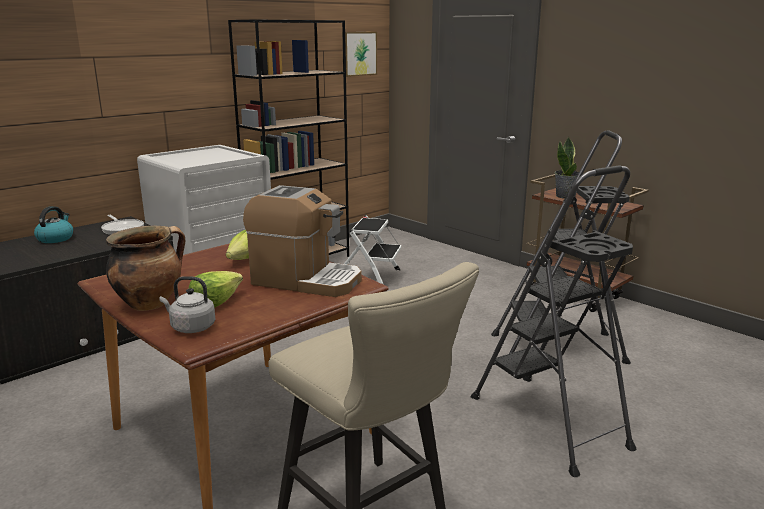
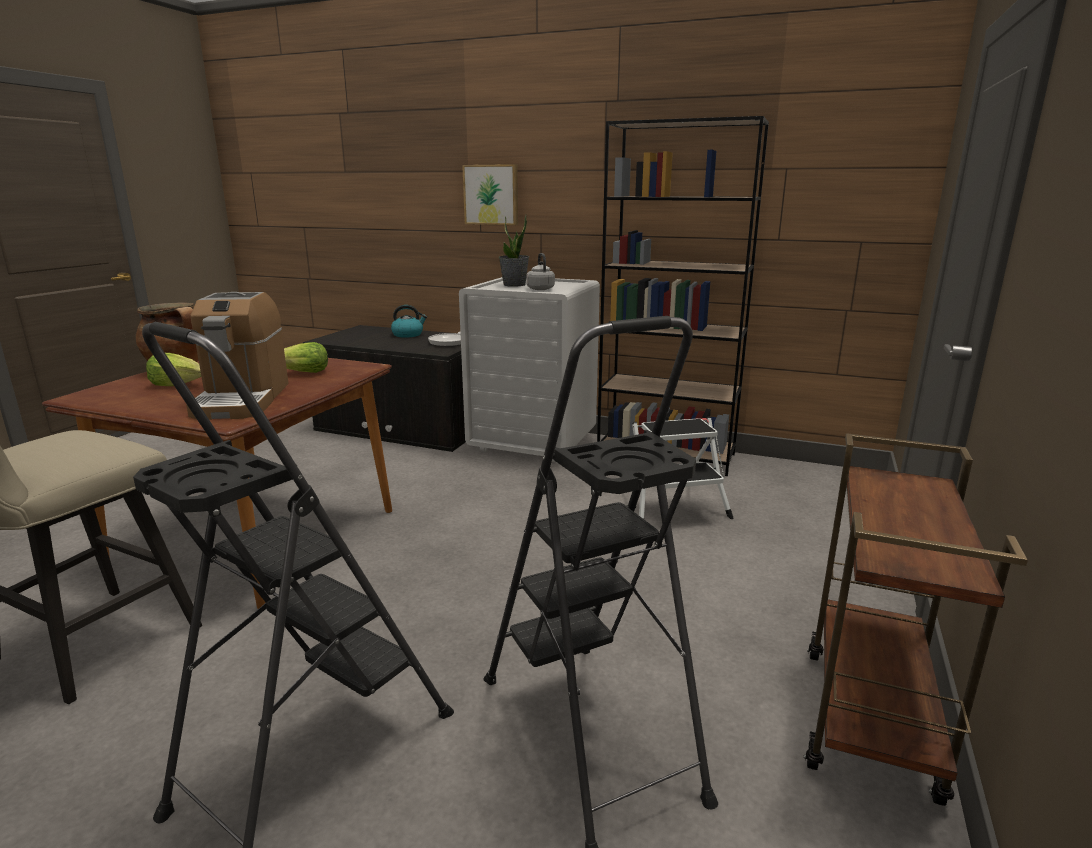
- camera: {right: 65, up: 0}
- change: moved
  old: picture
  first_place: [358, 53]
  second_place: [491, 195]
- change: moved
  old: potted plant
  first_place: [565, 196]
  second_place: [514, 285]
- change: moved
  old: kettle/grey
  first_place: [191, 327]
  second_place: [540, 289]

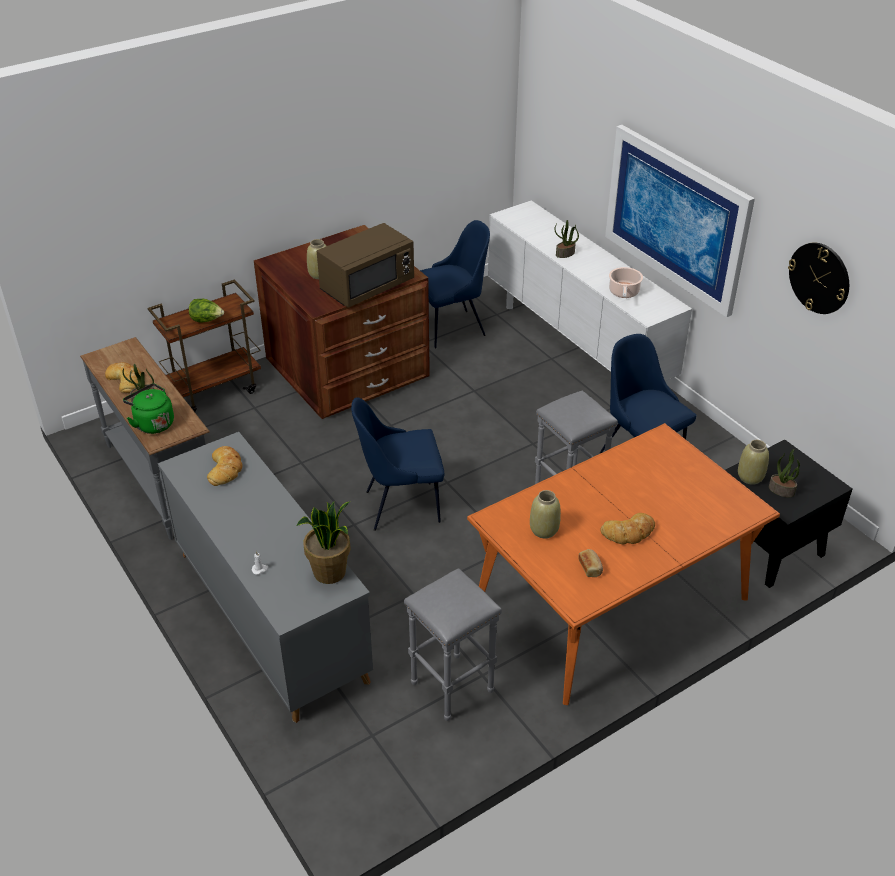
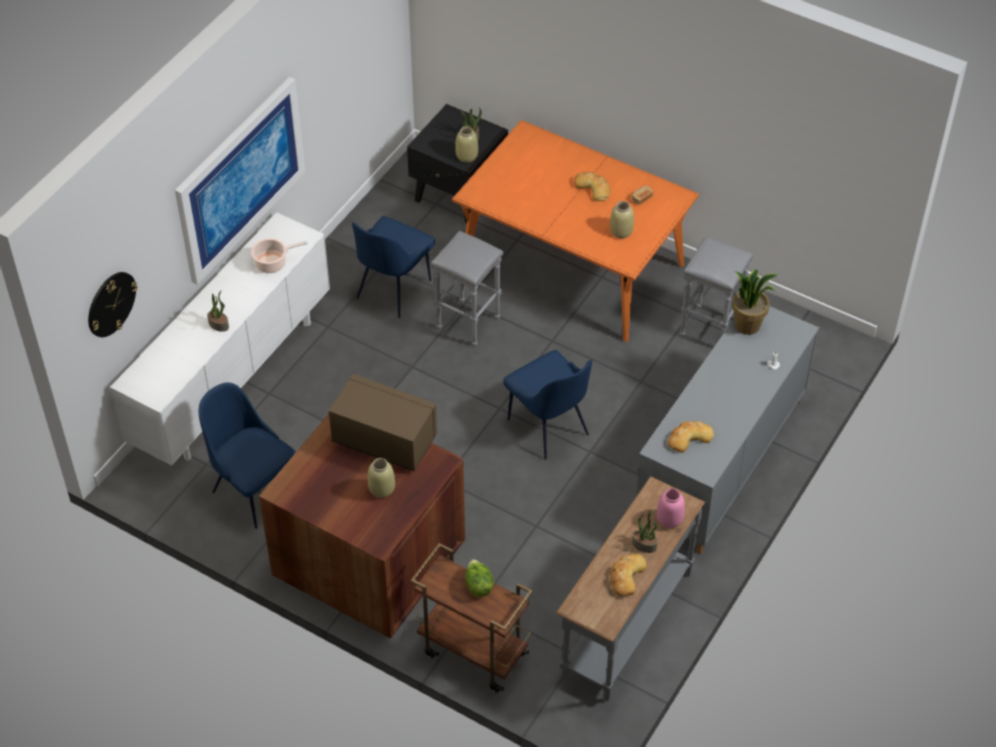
- camera: {right: -115, up: 10}
- change: moved
  old: wall clock
  first_place: [819, 278]
  second_place: [111, 304]
- change: replaced
  old: kettle/green
  new: vase/pink
  first_place: [153, 423]
  second_place: [669, 519]

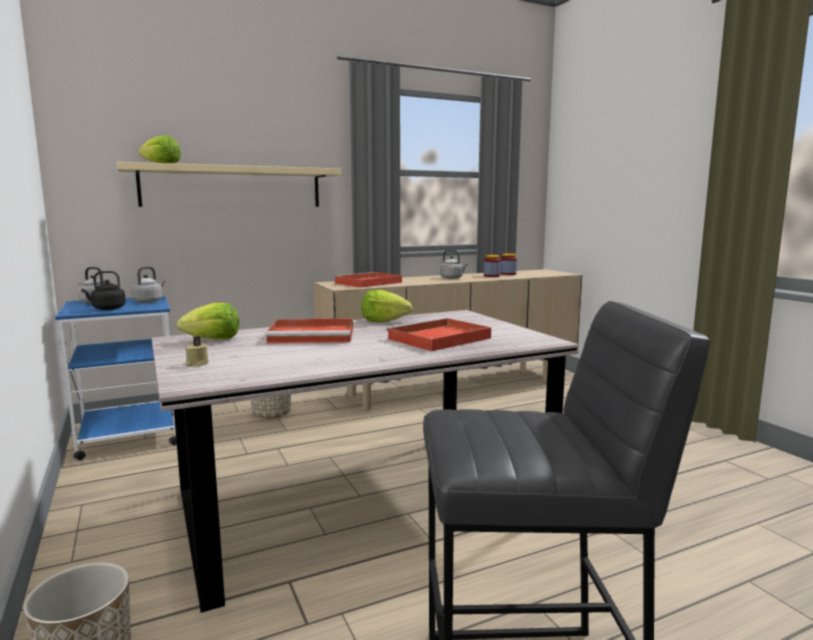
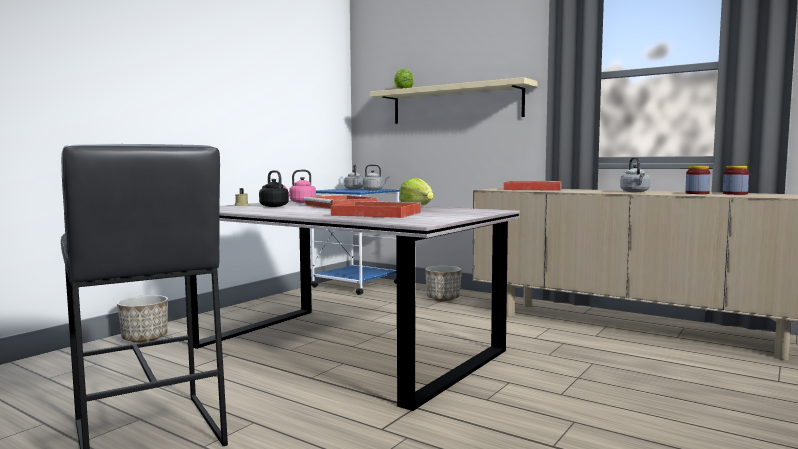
- camera: {right: 60, up: -5}
- change: moved
  old: kettle/black
  first_place: [107, 308]
  second_place: [273, 206]
- change: replaced
  old: lettuce
  new: kettle/pink
  first_place: [213, 339]
  second_place: [301, 202]

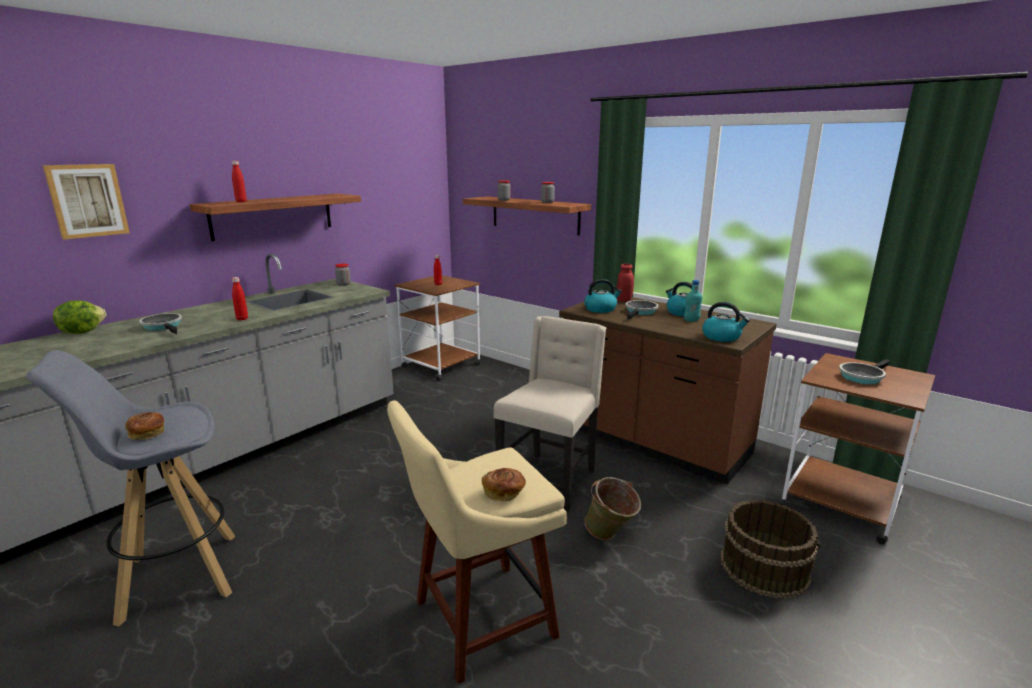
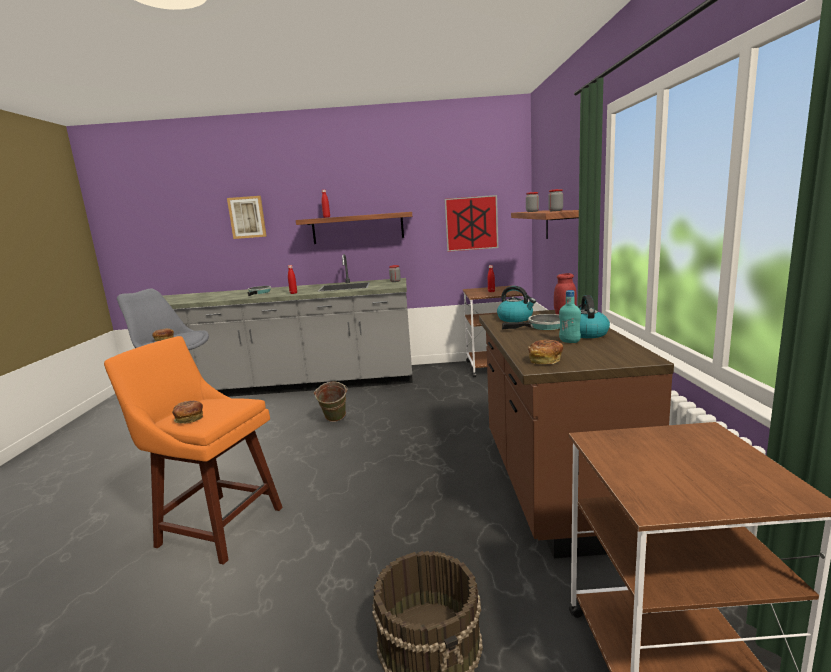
- camera: {right: 50, up: -5}
- change: recoloured
  old: stool/beige
  new: stool/orange
  first_place: [478, 620]
  second_place: [217, 525]
- change: moved
  old: bucket/green
  first_place: [610, 536]
  second_place: [334, 421]
- change: added
  new: picture
  second_place: [471, 223]
- change: replaced
  old: kettle
  new: bread
  first_place: [722, 337]
  second_place: [545, 360]
- change: removed
  old: lettuce
  first_place: [82, 332]
- change: removed
  old: chair/beige
  first_place: [549, 480]
- change: removed
  old: frying pan
  first_place: [862, 377]

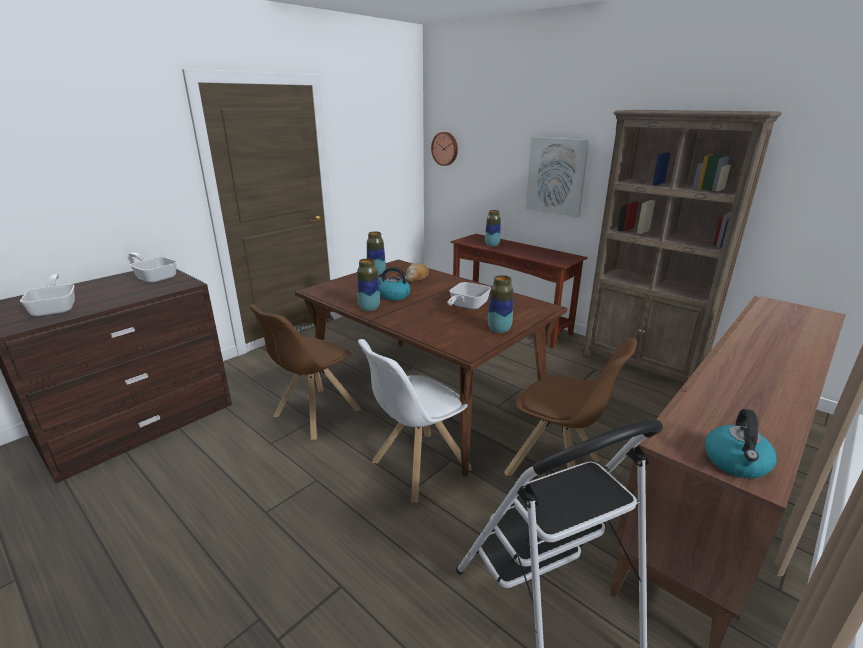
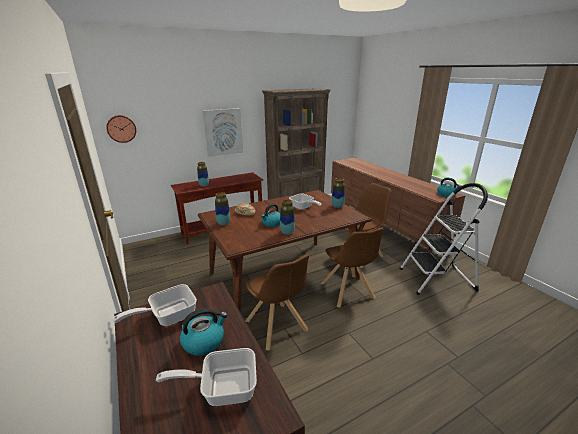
- camera: {right: -70, up: 0}
- change: added
  new: kettle
  second_place: [204, 341]
- change: recoloured
  old: chair/white
  new: chair/brown
  first_place: [417, 467]
  second_place: [348, 292]

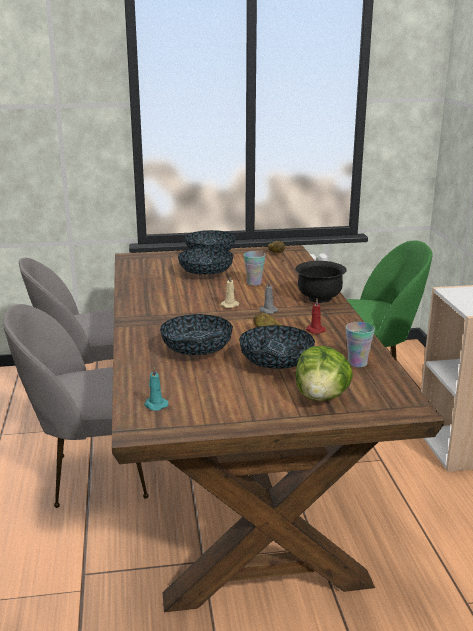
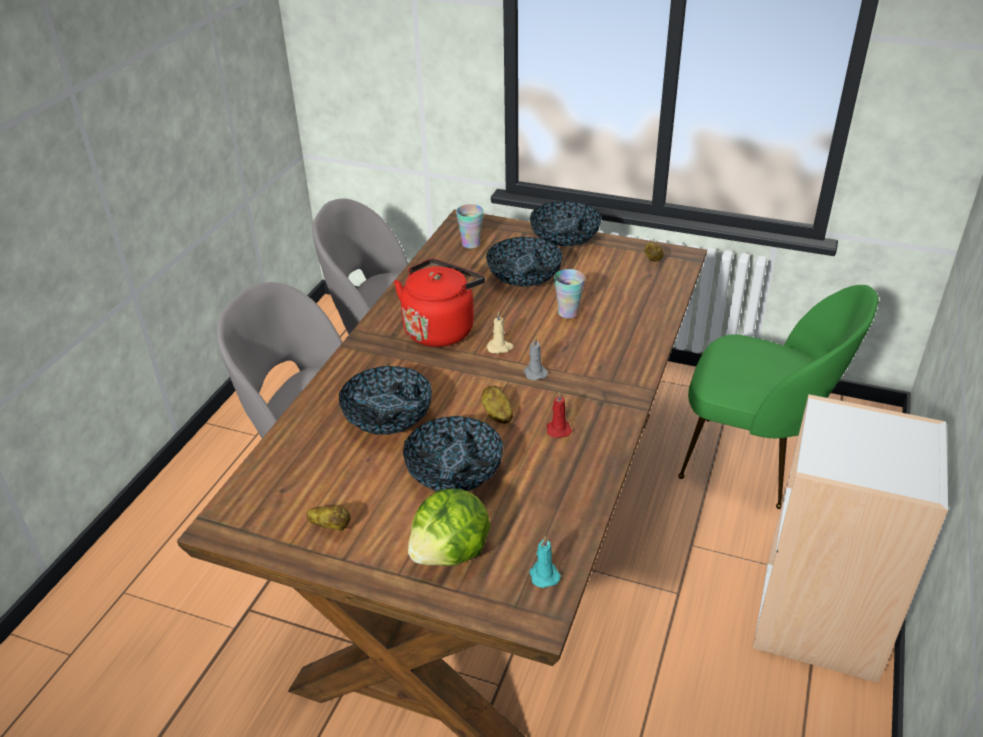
- camera: {right: 30, up: 15}
- change: added
  new: potato
  second_place: [330, 526]
- change: added
  new: kettle/red
  second_place: [441, 329]
- change: moved
  old: cup
  first_place: [357, 363]
  second_place: [471, 244]
- change: moved
  old: candle/turquoise
  first_place: [155, 405]
  second_place: [543, 574]
- change: removed
  old: bowl/black
  first_place: [319, 298]

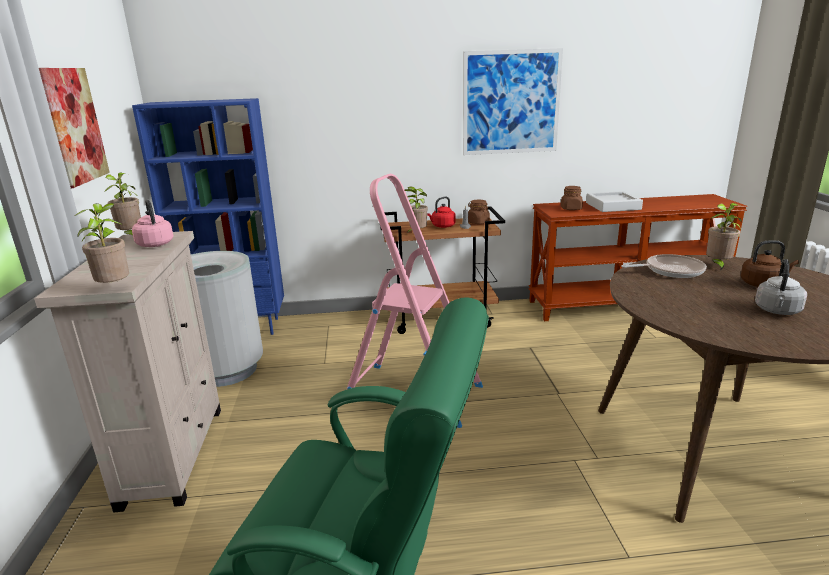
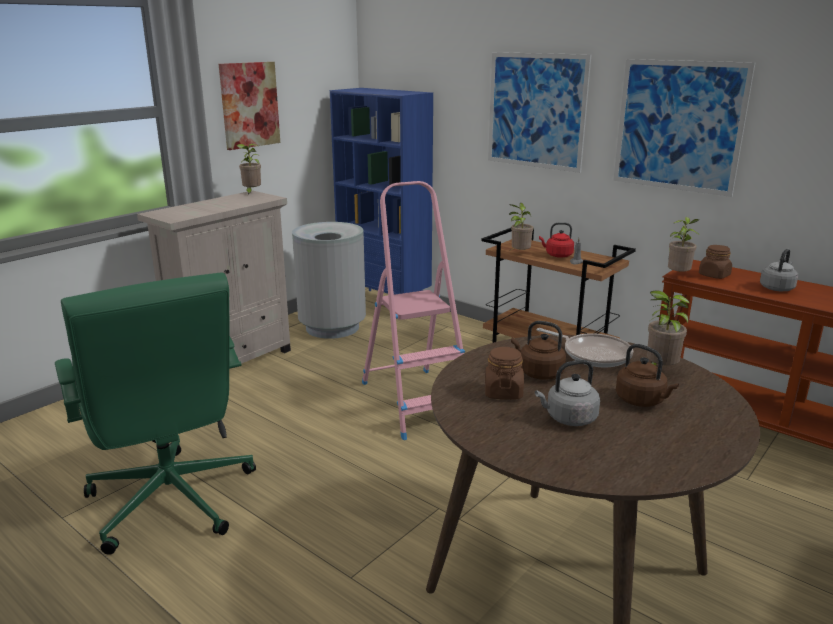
- camera: {right: 45, up: 0}
- change: moved
  old: jar/brown
  first_place: [478, 222]
  second_place: [503, 392]
- change: added
  new: picture
  second_place: [536, 111]
- change: added
  new: kettle/brown
  second_place: [538, 373]
- change: moved
  old: potted plant
  first_place: [115, 288]
  second_place: [678, 276]
- change: replaced
  old: tray/grey
  new: kettle/grey
  first_place: [612, 206]
  second_place: [777, 288]
- change: removed
  old: kettle/pink
  first_place: [155, 244]

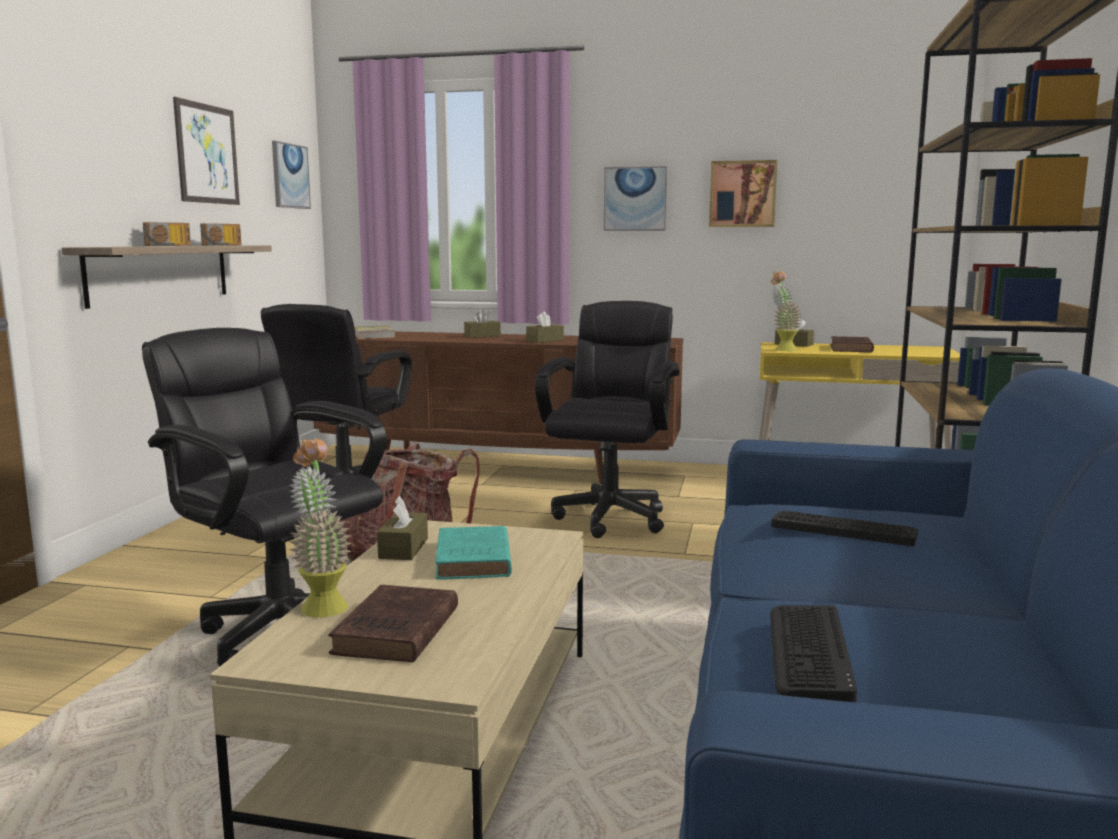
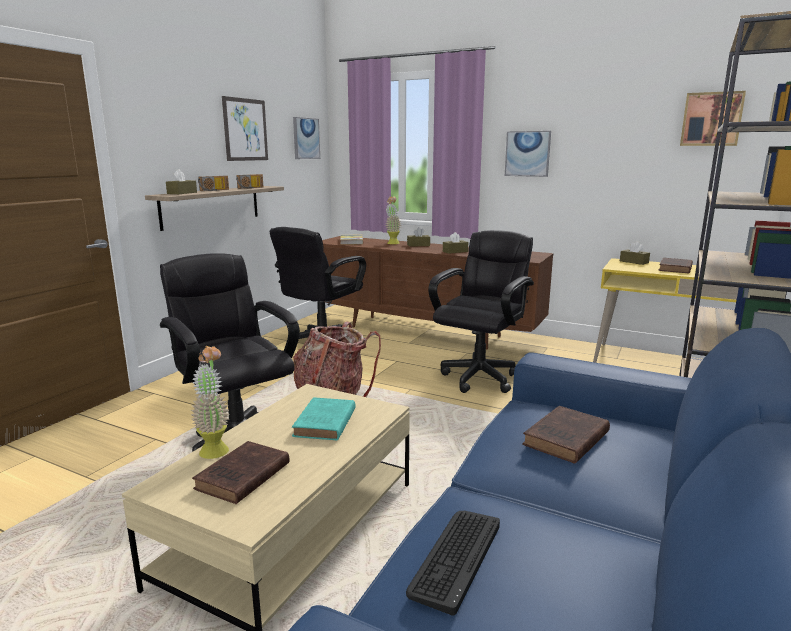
- camera: {right: 15, up: 5}
- change: moved
  old: tissue box/brown
  first_place: [403, 548]
  second_place: [182, 193]
- change: moved
  old: potted plant
  first_place: [782, 349]
  second_place: [392, 242]
- change: replaced
  old: keyboard
  new: book/brown
  first_place: [843, 529]
  second_place: [565, 439]
- change: moved
  old: picture
  first_place: [742, 194]
  second_place: [711, 119]

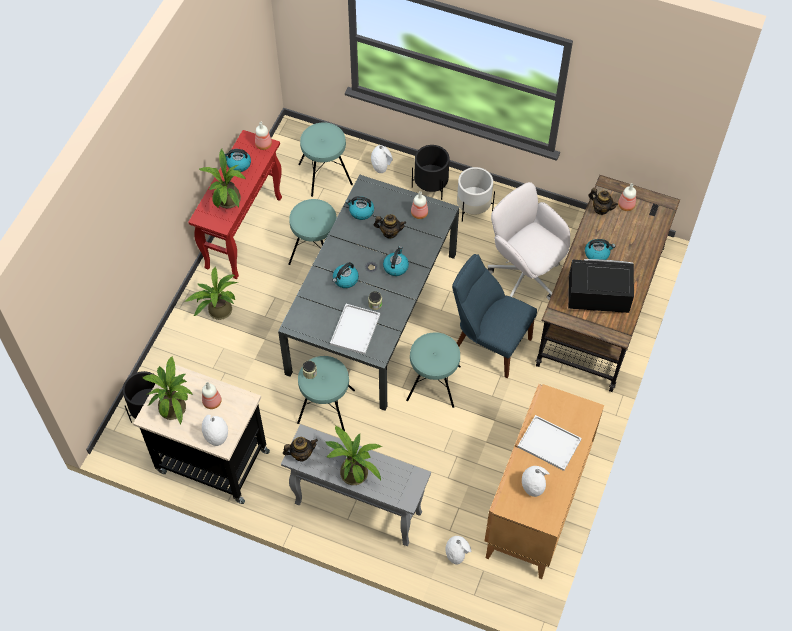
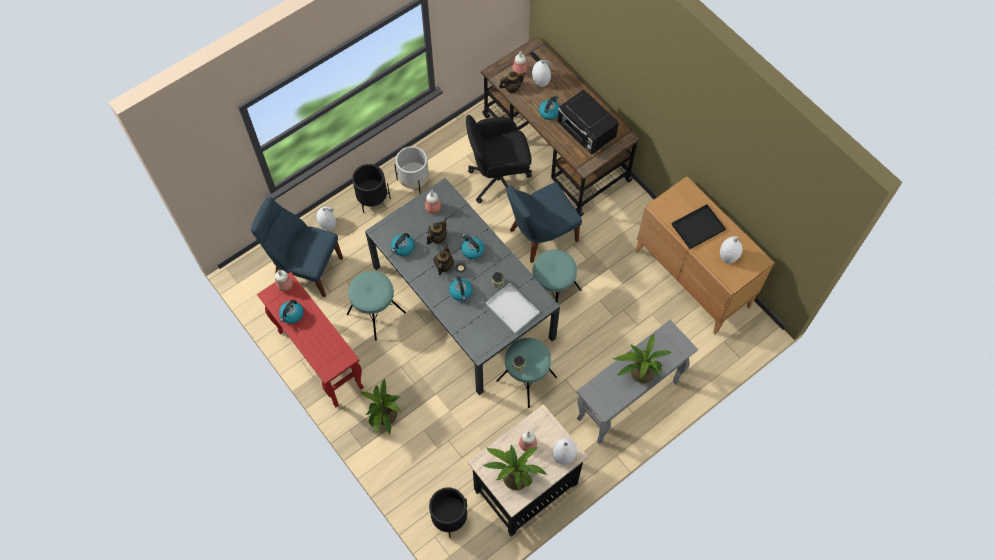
- camera: {right: -60, up: 5}
- change: replaced
  old: stool/turquoise
  new: chair/blue
  first_place: [325, 174]
  second_place: [305, 268]
- change: moved
  old: teapot
  first_place: [301, 454]
  second_place: [443, 266]
- change: recoloured
  old: office chair/white
  new: office chair/black
  first_place: [525, 277]
  second_place: [499, 181]
- change: moved
  old: vase/white
  first_place: [457, 555]
  second_place: [541, 80]
- change: turned
  old: microwave/black
  first_place: [597, 297]
  second_place: [586, 133]
  degrees: -75
- change: recoloured
  old: tray/white
  new: tray/black
  first_place: [548, 443]
  second_place: [697, 228]
- change: removed
  old: potted plant
  first_place: [227, 202]

